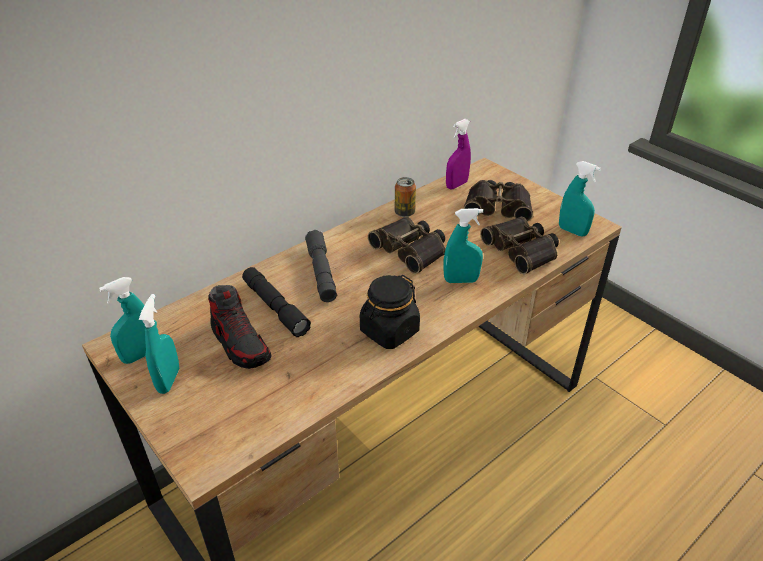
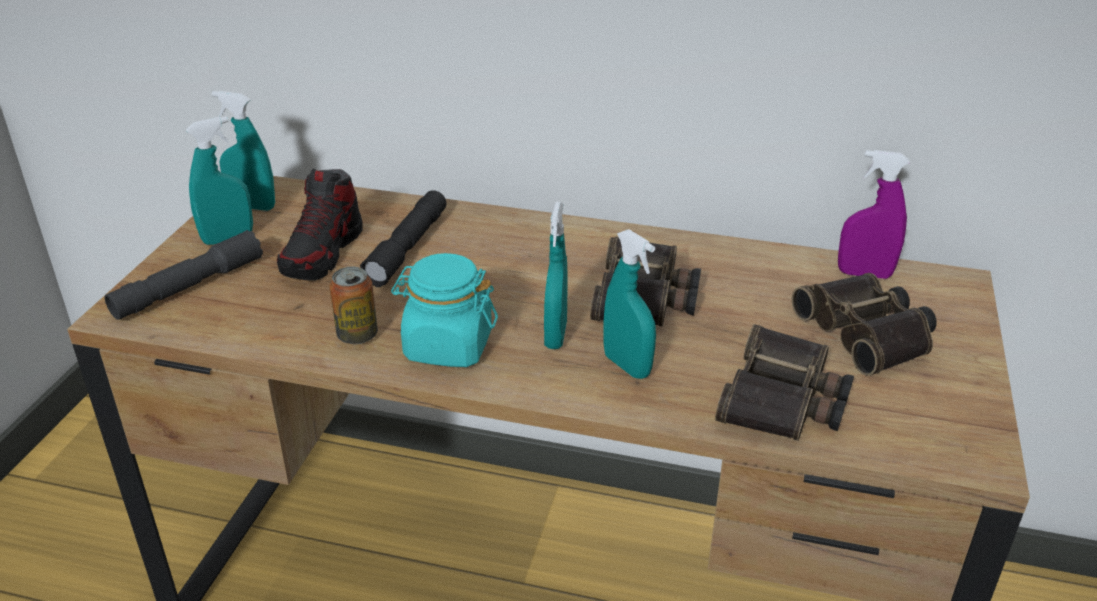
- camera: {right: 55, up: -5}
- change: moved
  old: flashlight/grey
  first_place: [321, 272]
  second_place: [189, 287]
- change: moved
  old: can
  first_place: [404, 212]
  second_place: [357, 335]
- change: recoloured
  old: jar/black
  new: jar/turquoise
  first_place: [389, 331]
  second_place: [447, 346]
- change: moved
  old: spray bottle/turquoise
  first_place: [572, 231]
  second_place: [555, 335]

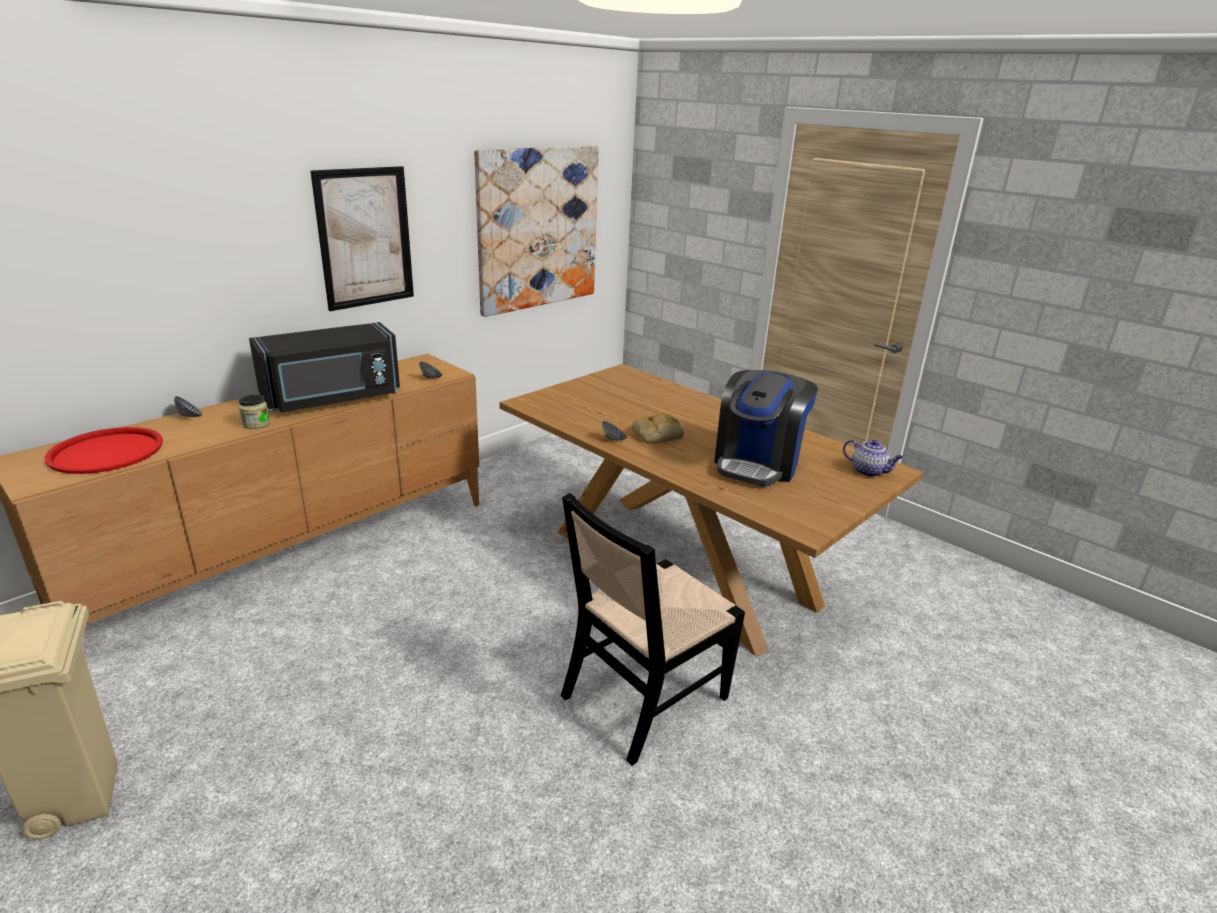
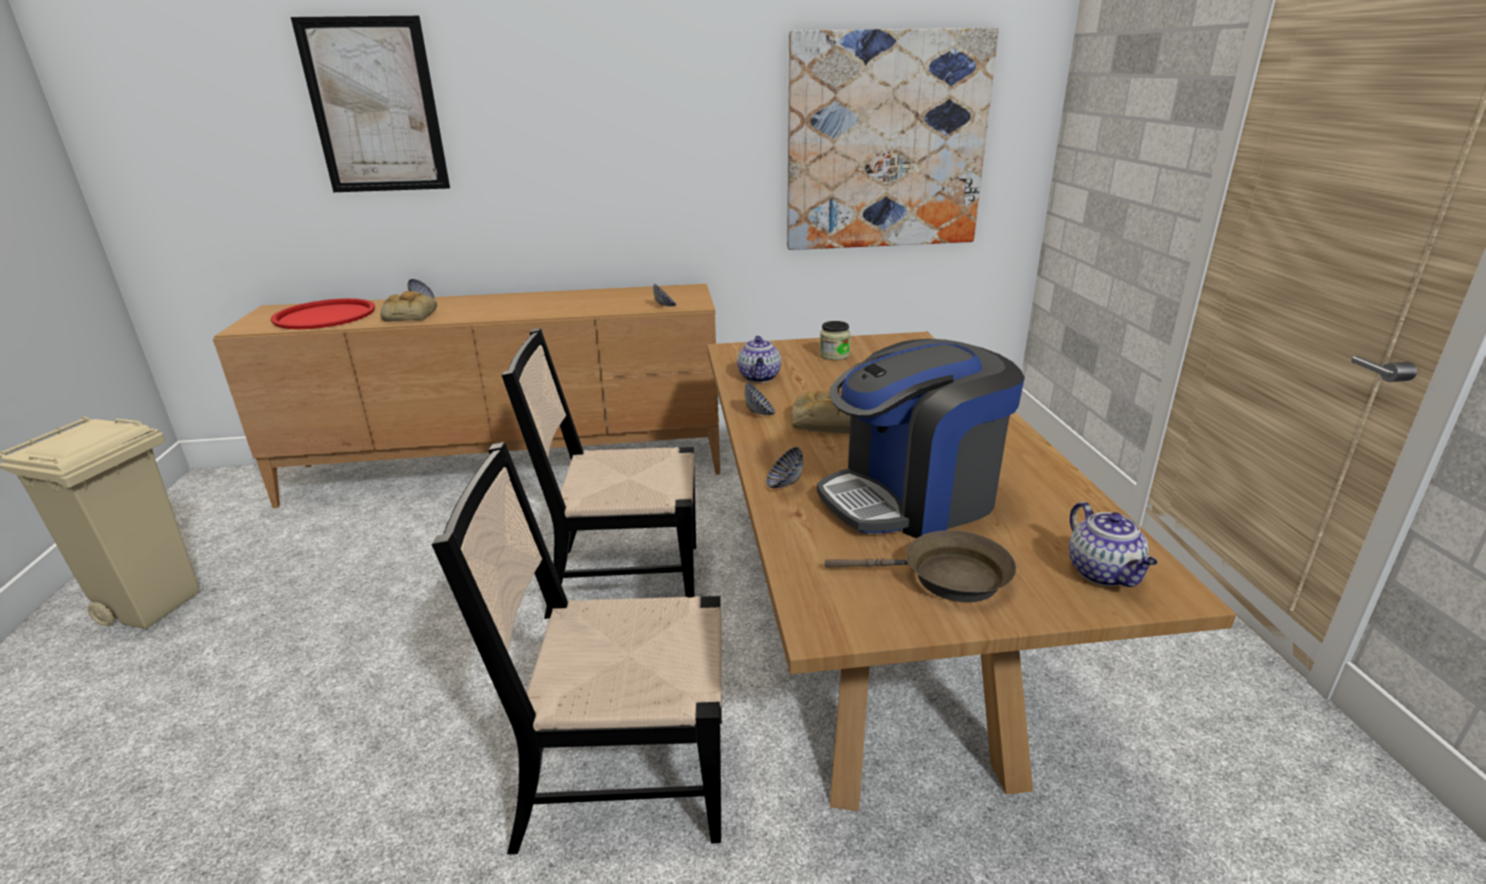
- camera: {right: 40, up: 0}
- change: moved
  old: picture
  first_place: [365, 238]
  second_place: [375, 107]
- change: added
  new: bread
  second_place: [409, 315]
- change: added
  new: chair
  second_place: [624, 579]
- change: added
  new: teapot
  second_place: [759, 378]
- change: added
  new: bowl
  second_place: [784, 484]
- change: moved
  old: jar
  first_place: [256, 424]
  second_place: [834, 355]
- change: added
  new: frying pan/brown
  second_place: [946, 578]
- change: removed
  old: microwave/black
  first_place: [333, 398]

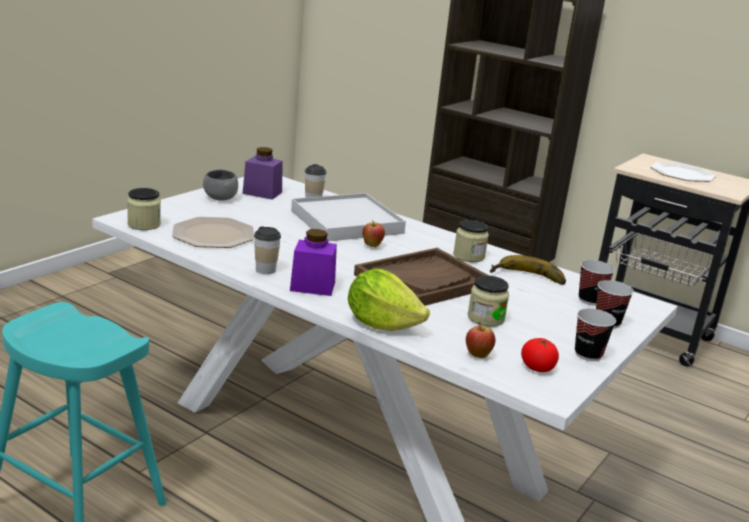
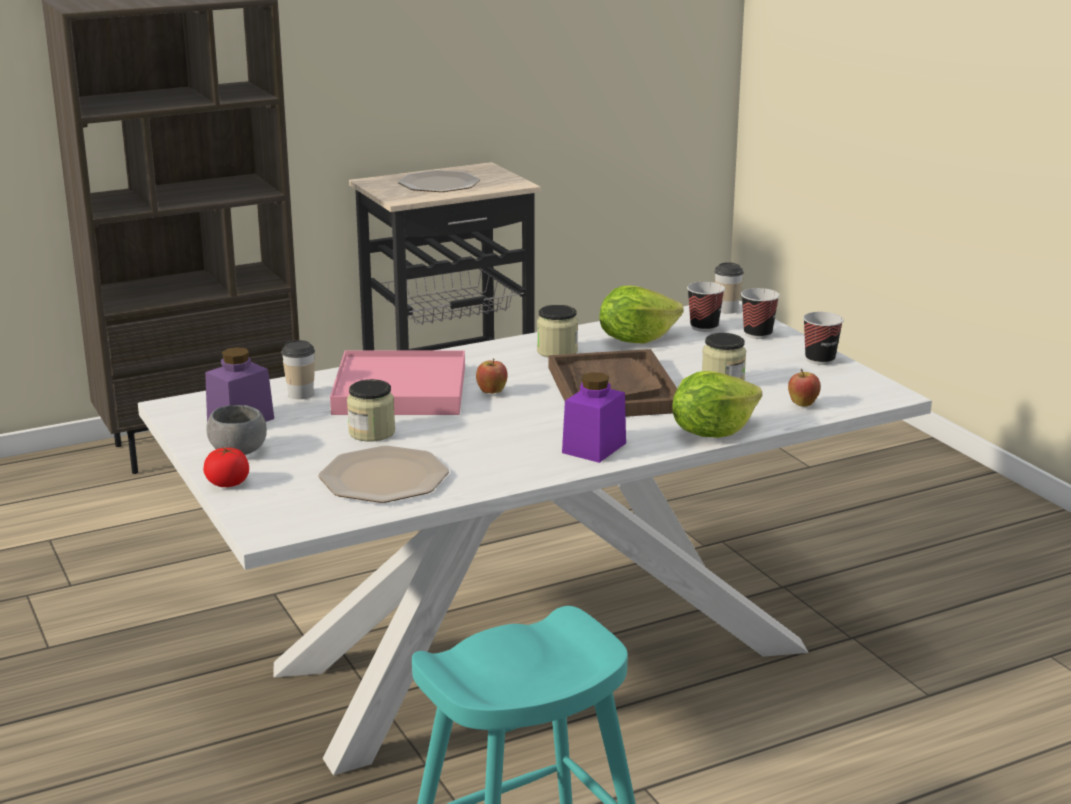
- camera: {right: -60, up: 0}
- change: moved
  old: tomato
  first_place: [537, 368]
  second_place: [227, 483]
- change: recoloured
  old: tray/white
  new: tray/pink
  first_place: [347, 222]
  second_place: [400, 390]
- change: moved
  old: jar
  first_place: [144, 224]
  second_place: [372, 432]
- change: replaced
  old: banana
  new: lettuce
  first_place: [527, 279]
  second_place: [636, 339]
- change: moved
  old: cup
  first_place: [265, 270]
  second_place: [727, 309]

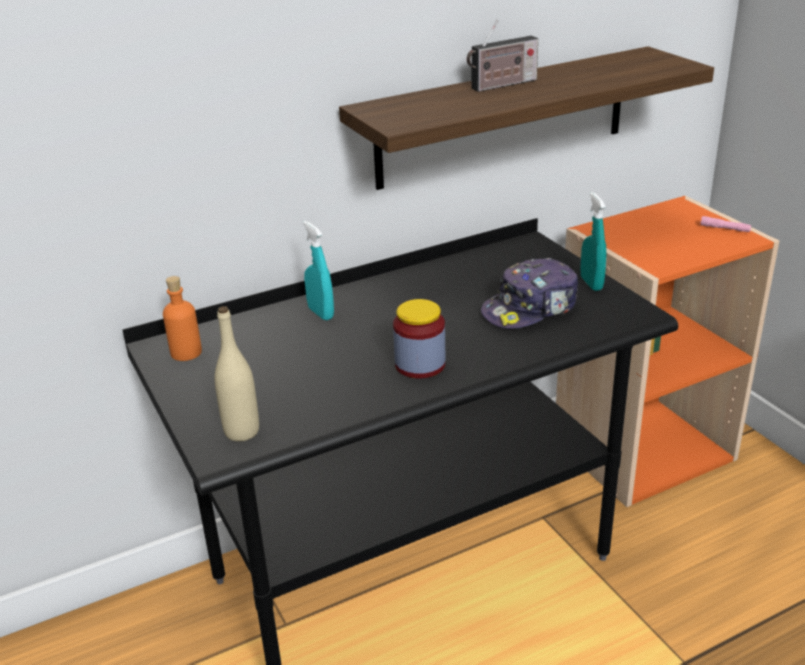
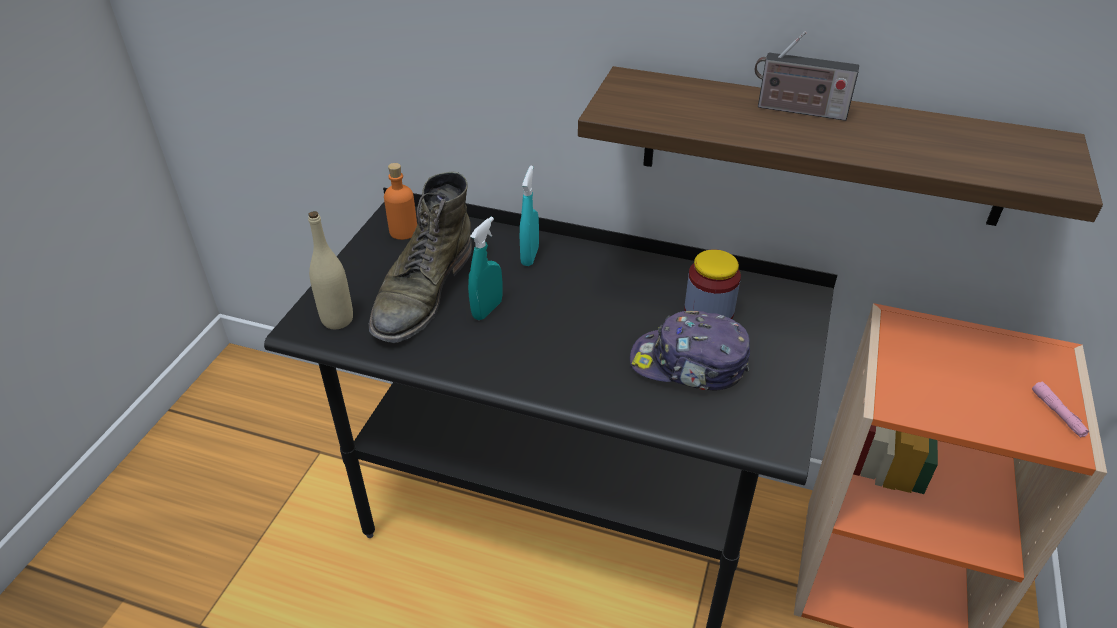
- camera: {right: 45, up: 10}
- change: added
  new: boot/green
  second_place: [422, 292]
- change: moved
  old: spray bottle/turquoise
  first_place: [591, 283]
  second_place: [487, 309]
- change: moved
  old: jar
  first_place: [420, 365]
  second_place: [708, 311]

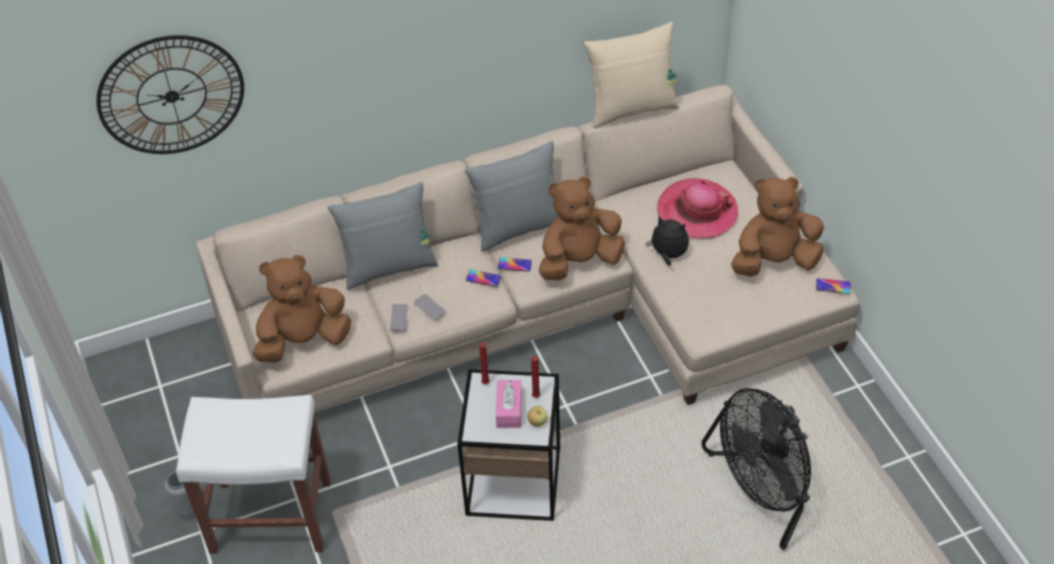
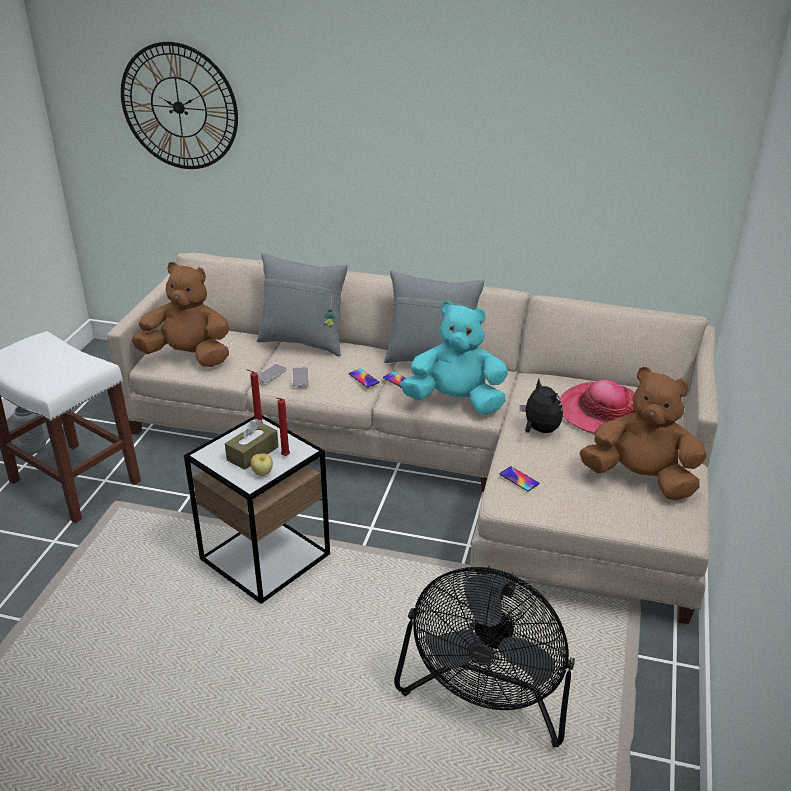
- camera: {right: 35, up: -15}
- change: recoloured
  old: tissue box/pink
  new: tissue box/brown
  first_place: [509, 409]
  second_place: [253, 453]
- change: turned
  old: fan/black
  first_place: [764, 485]
  second_place: [482, 692]
  degrees: -75
- change: recoloured
  old: plush toy/brown
  new: plush toy/turquoise
  first_place: [579, 261]
  second_place: [456, 402]
- change: moved
  old: phone
  first_place: [833, 286]
  second_place: [519, 479]
- change: removed
  old: pillow/beige
  first_place: [631, 110]

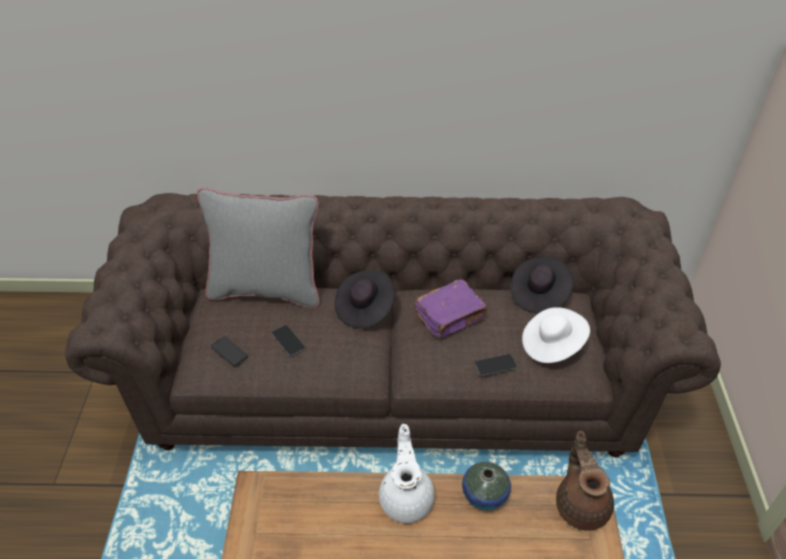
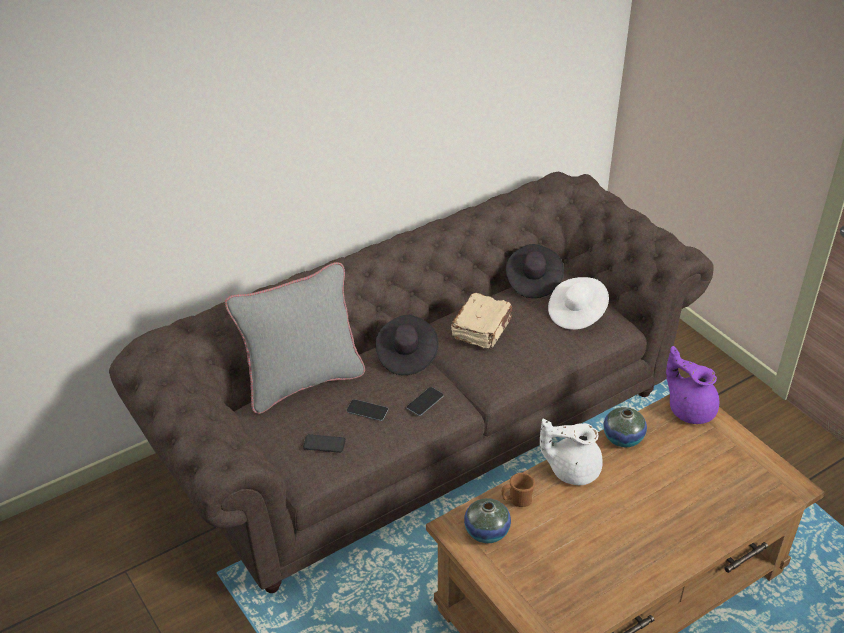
- camera: {right: -35, up: -5}
- change: moved
  old: phone
  first_place: [495, 365]
  second_place: [425, 401]
- change: recoloured
  old: book/purple
  new: book/beige
  first_place: [451, 317]
  second_place: [482, 329]
- change: added
  new: vase
  second_place: [486, 531]
- change: added
  new: mug/brown
  second_place: [517, 500]
- change: turned
  old: teapot/white
  first_place: [407, 497]
  second_place: [572, 469]
  degrees: -45
- change: recoloured
  old: teapot/brown
  new: teapot/purple
  first_place: [581, 504]
  second_place: [690, 409]

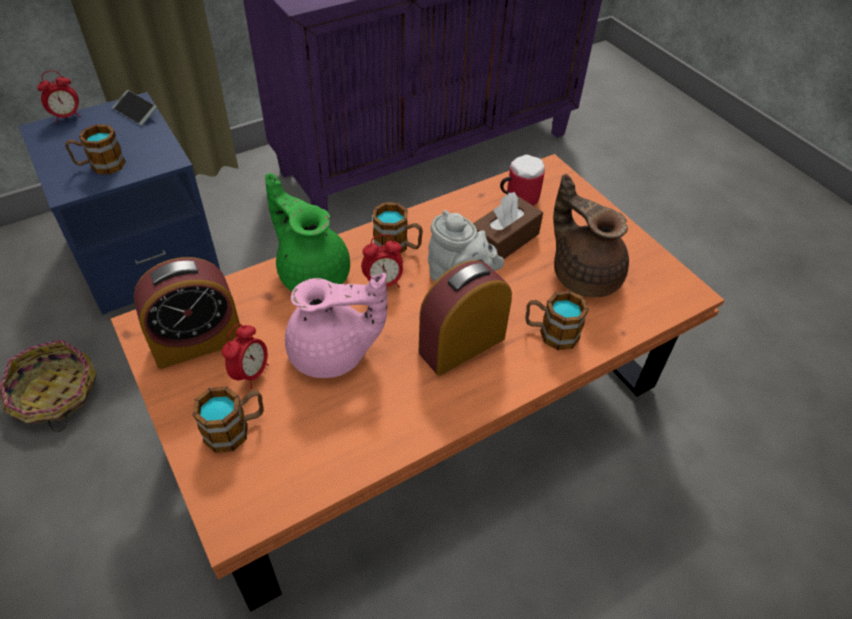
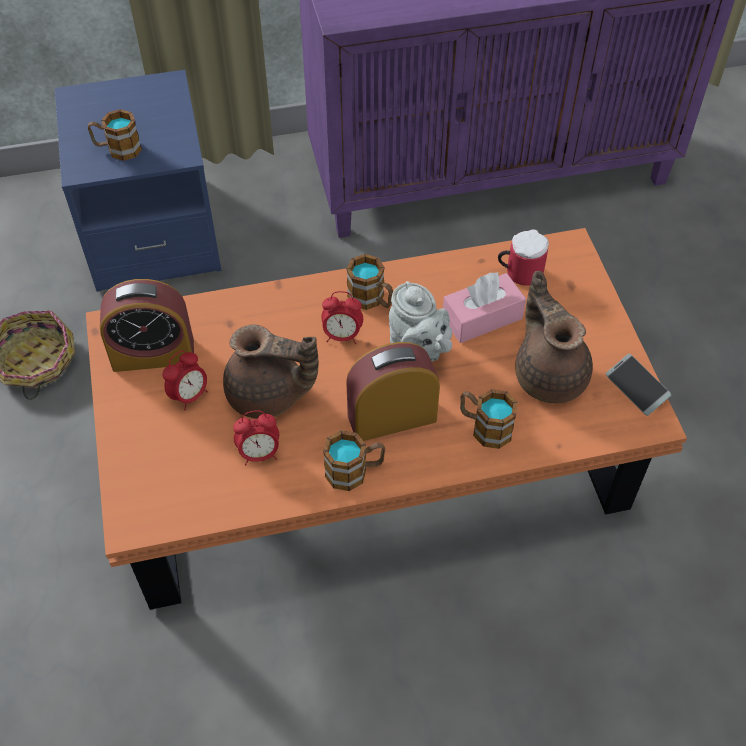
- camera: {right: 20, up: 5}
- change: recoloured
  old: teapot/pink
  new: teapot/brown
  first_place: [333, 354]
  second_place: [268, 396]
- change: moved
  old: alarm clock
  first_place: [67, 117]
  second_place: [259, 454]
- change: moved
  old: mug
  first_place: [235, 429]
  second_place: [354, 471]
- change: recoloured
  old: tissue box/brown
  new: tissue box/pink
  first_place: [503, 240]
  second_place: [482, 318]
- change: moved
  old: phone
  first_place: [136, 112]
  second_place: [636, 388]
- change: removed
  old: teapot/green
  first_place: [312, 273]

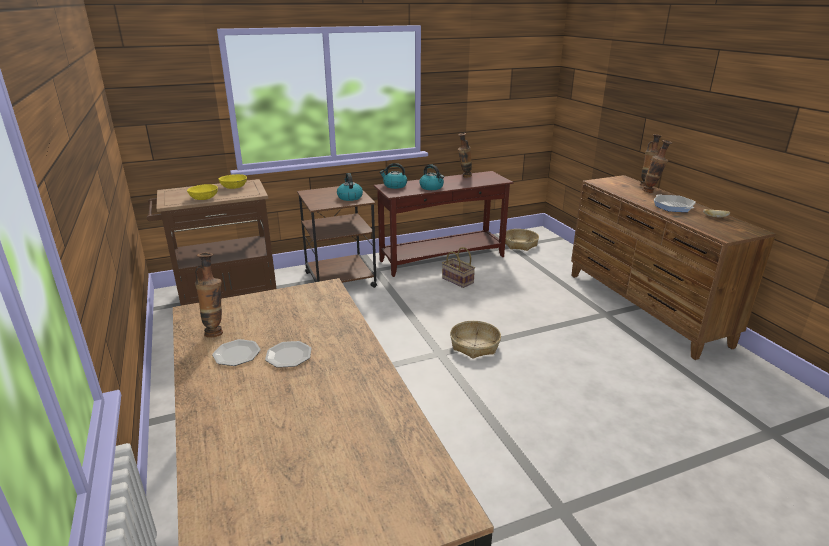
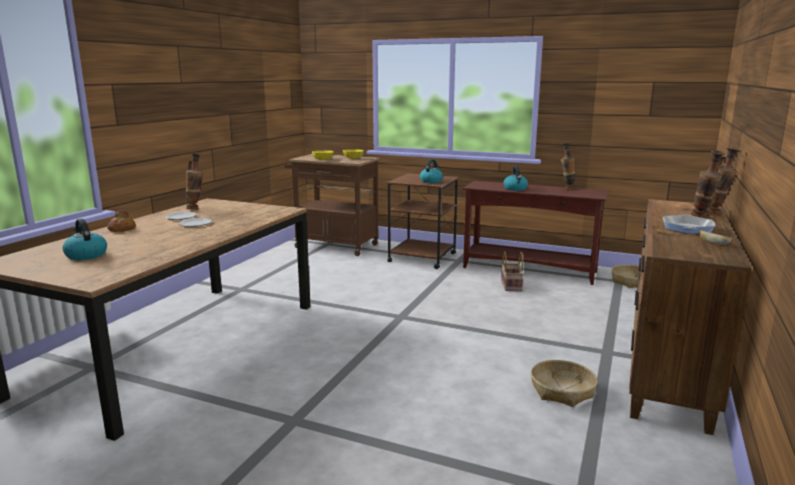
- camera: {right: 45, up: -10}
- change: moved
  old: kettle
  first_place: [394, 185]
  second_place: [86, 255]
- change: added
  new: bread
  second_place: [122, 229]
- change: moved
  old: basket
  first_place: [474, 345]
  second_place: [561, 390]

